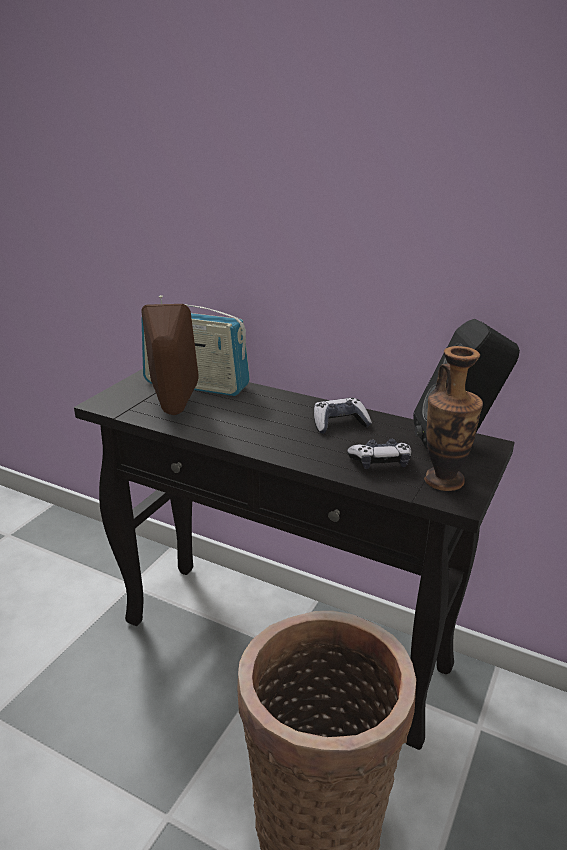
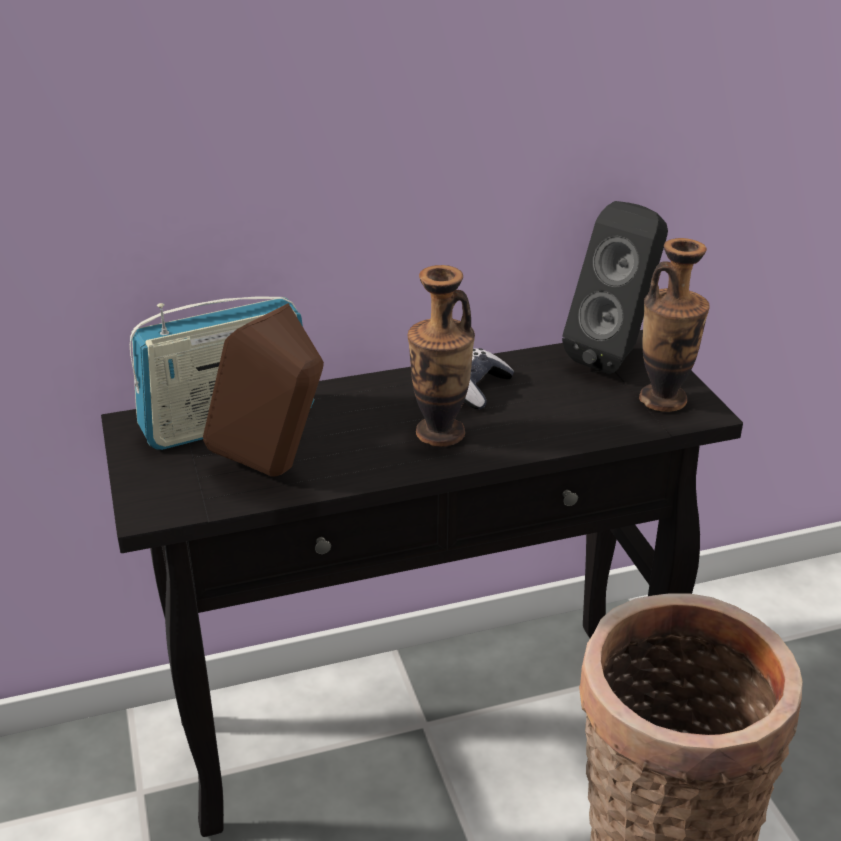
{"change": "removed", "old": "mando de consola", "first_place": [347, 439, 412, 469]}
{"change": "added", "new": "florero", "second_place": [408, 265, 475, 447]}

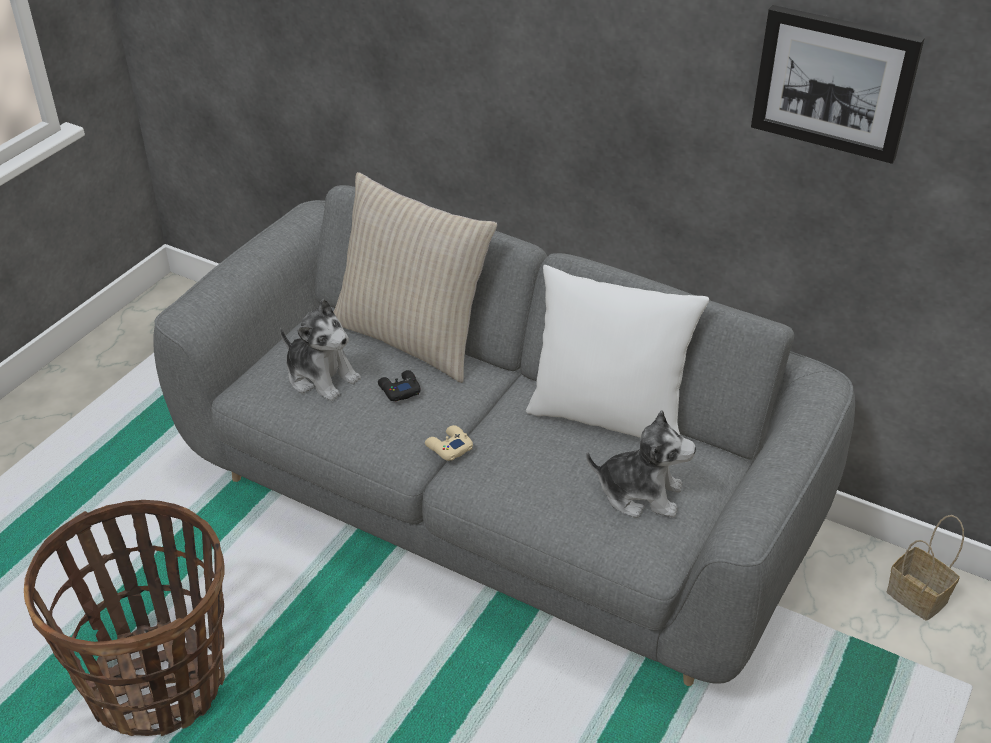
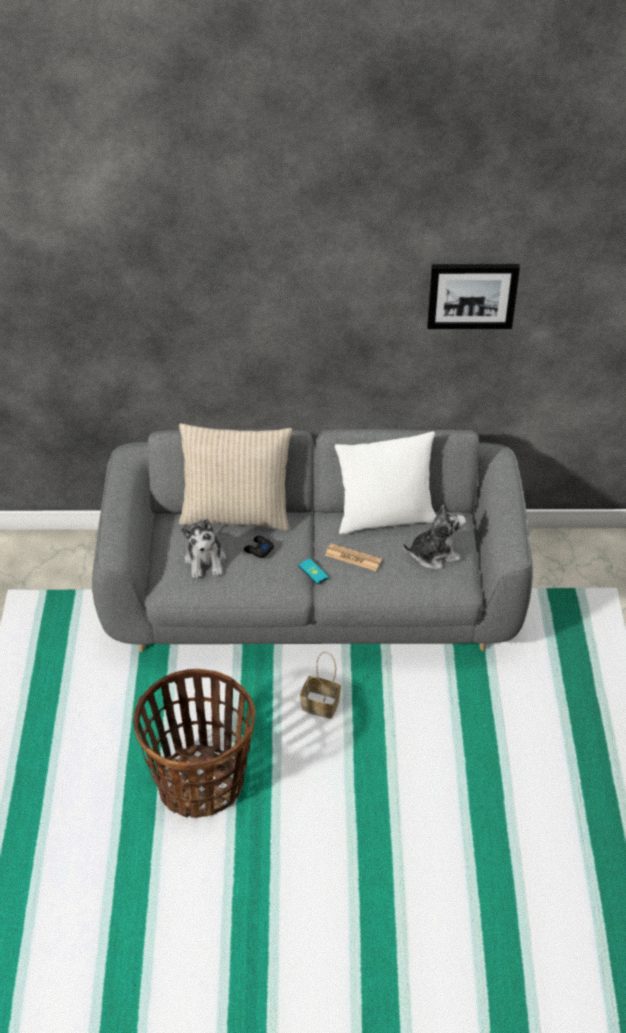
{"change": "turned", "old": "peluche", "first_place": [280, 299, 361, 401], "second_place": [181, 519, 226, 578], "degrees": 75}
{"change": "replaced", "old": "mando de consola [beis]", "new": "móvil", "first_place": [425, 425, 473, 461], "second_place": [298, 558, 329, 584]}
{"change": "moved", "old": "cesta", "first_place": [887, 515, 964, 621], "second_place": [300, 652, 341, 719]}
{"change": "added", "new": "periódico", "second_place": [325, 543, 382, 571]}

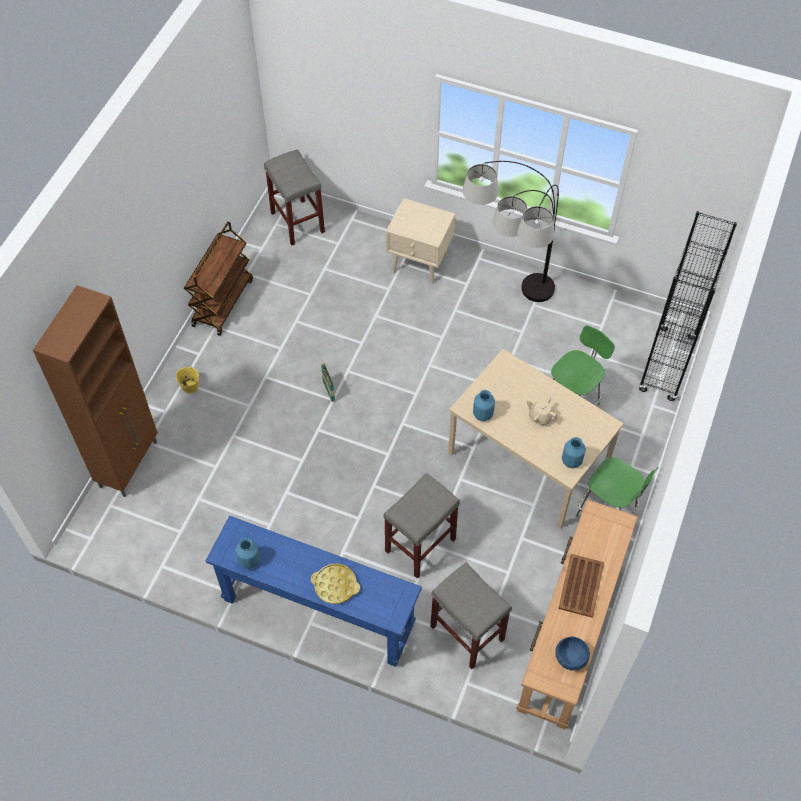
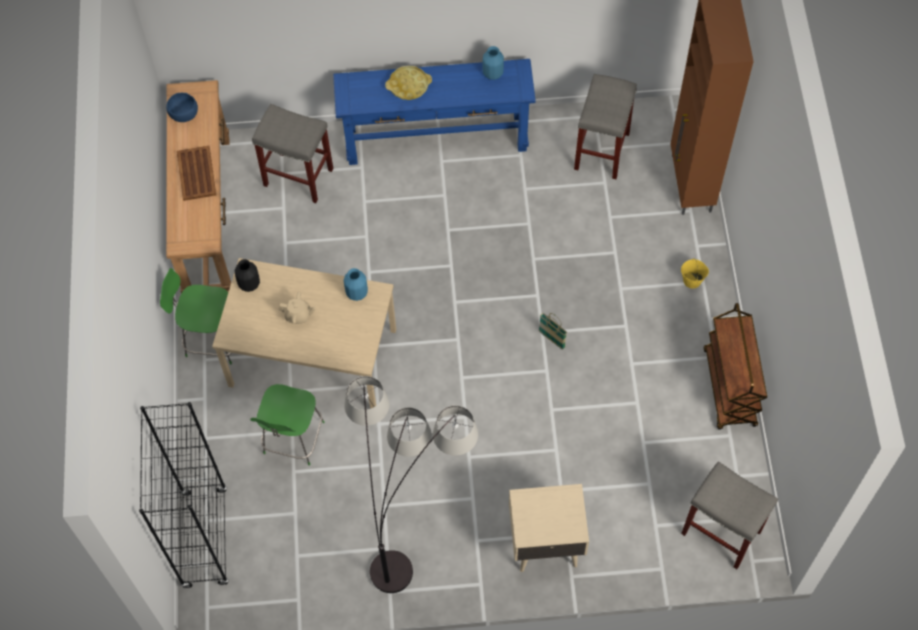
{"change": "moved", "old": "taburete [gris]", "first_place": [383, 473, 460, 578], "second_place": [574, 74, 637, 179]}
{"change": "recoloured", "old": "florero [azul]", "new": "florero [negro]", "first_place": [562, 437, 586, 468], "second_place": [235, 259, 260, 292]}

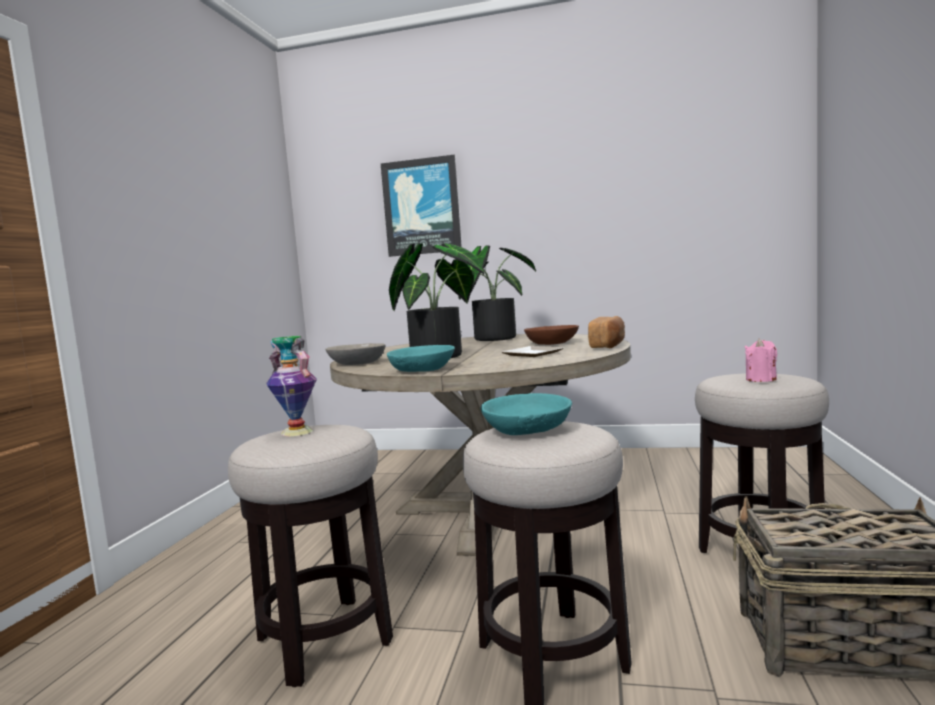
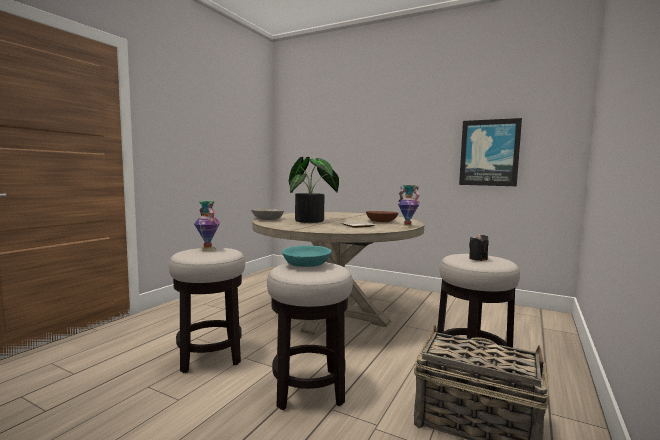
{"change": "moved", "old": "cuadro", "first_place": [381, 155, 462, 257], "second_place": [459, 118, 522, 186]}
{"change": "removed", "old": "cuenco [turquesa]", "first_place": [387, 345, 455, 372]}
{"change": "removed", "old": "planta en maceta", "first_place": [458, 245, 536, 341]}
{"change": "replaced", "old": "pan", "new": "florero", "first_place": [588, 316, 625, 348], "second_place": [398, 185, 420, 228]}
{"change": "recoloured", "old": "vela [rosa]", "new": "vela [negro]", "first_place": [745, 339, 777, 382], "second_place": [469, 234, 489, 261]}

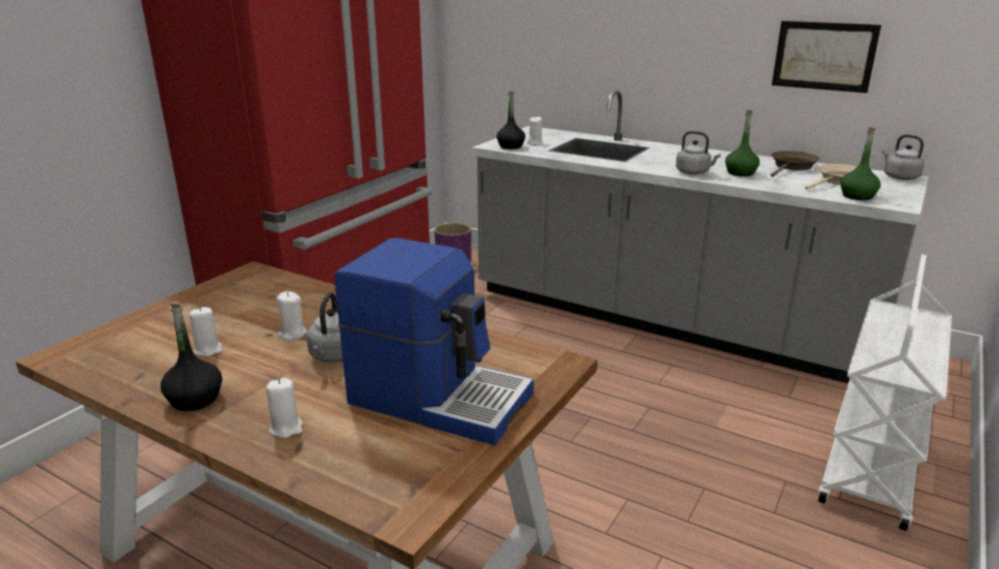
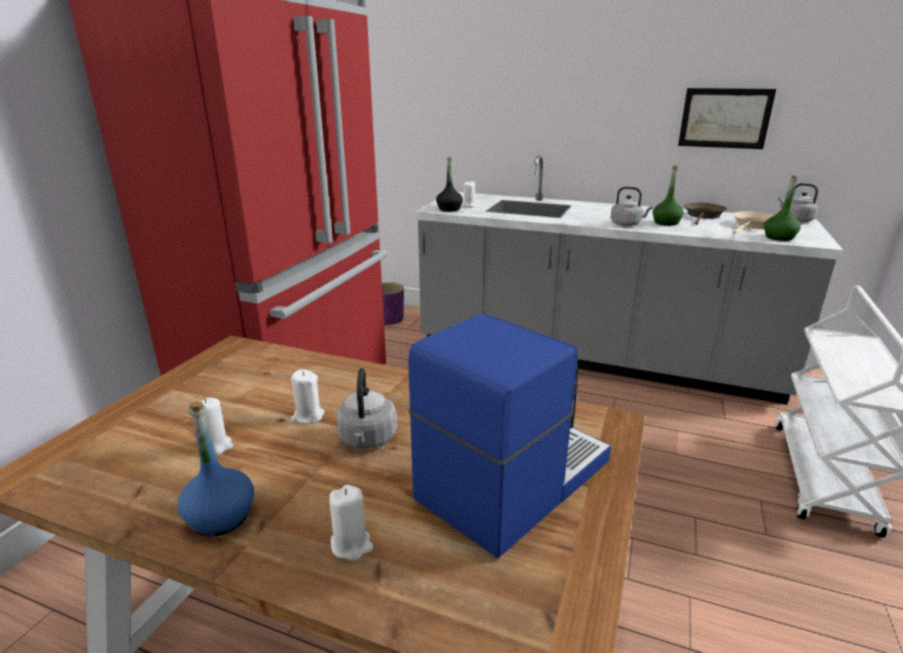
{"change": "recoloured", "old": "botella [negro]", "new": "botella [azul]", "first_place": [161, 301, 222, 411], "second_place": [178, 401, 254, 536]}
{"change": "turned", "old": "cafetera", "first_place": [335, 238, 534, 445], "second_place": [408, 314, 611, 558], "degrees": -60}

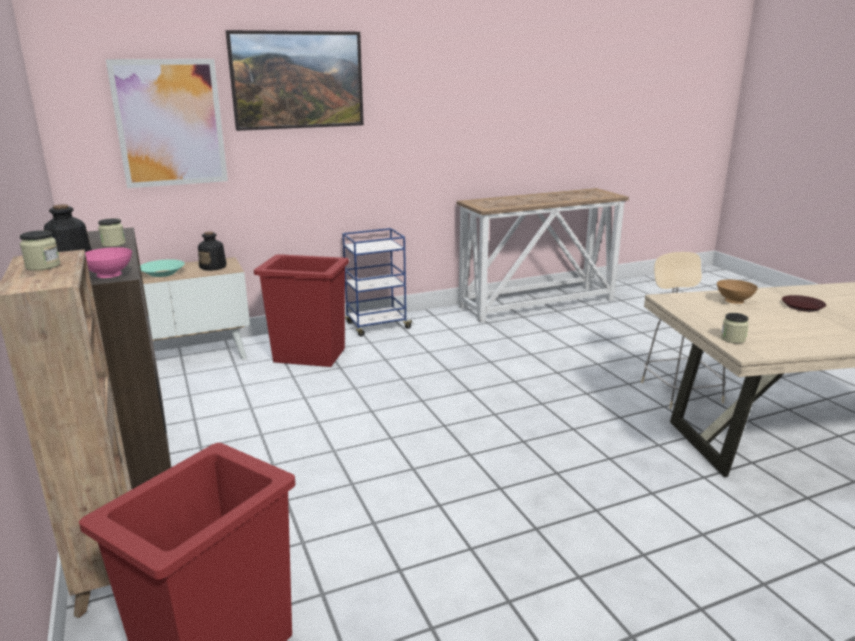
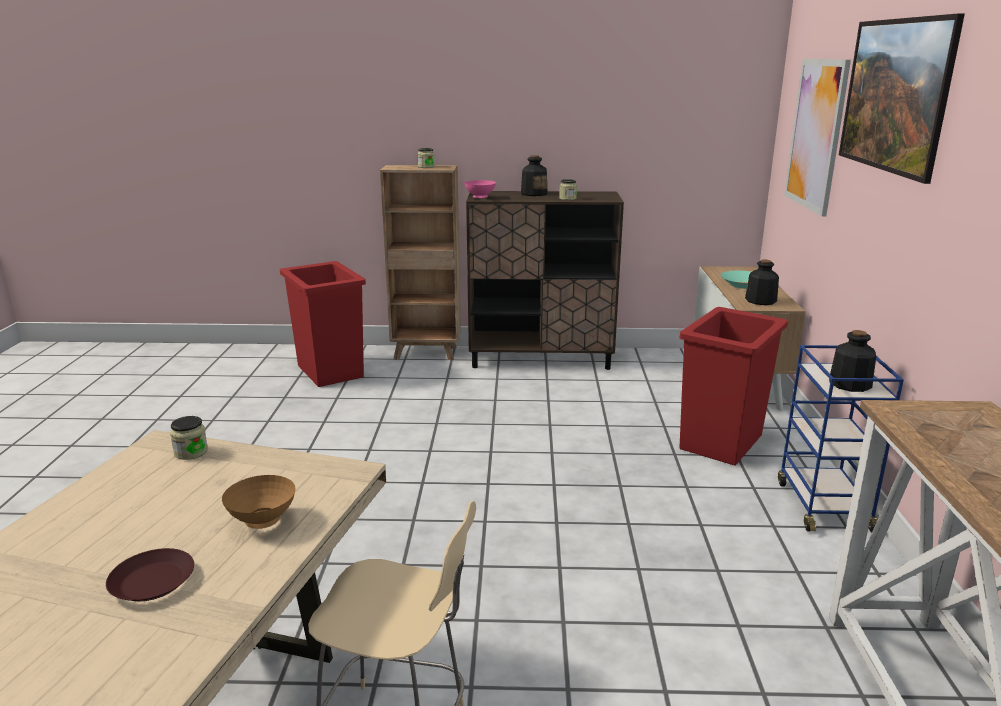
{"change": "added", "new": "botella", "second_place": [829, 330, 876, 392]}

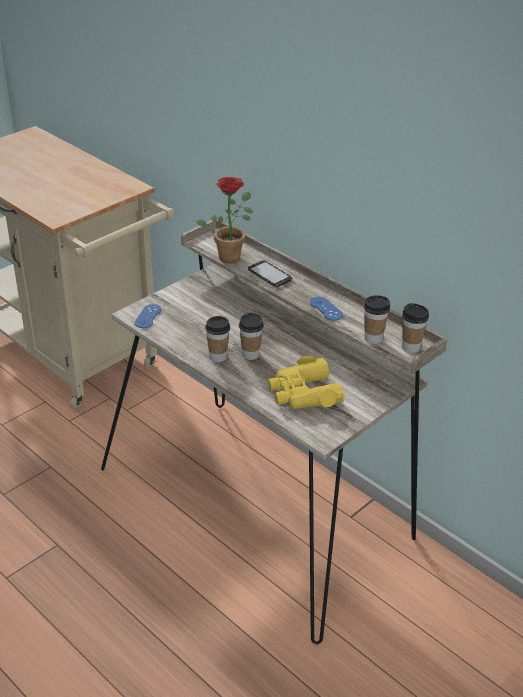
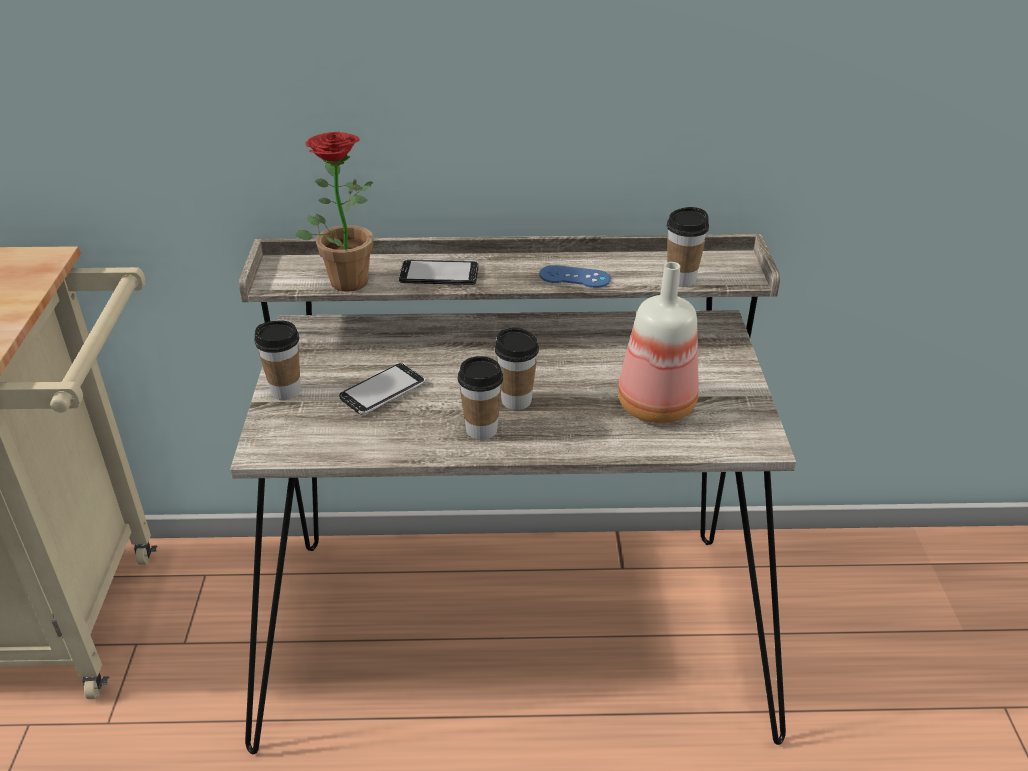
{"change": "removed", "old": "mando de consola [azul]", "first_place": [135, 304, 161, 328]}
{"change": "replaced", "old": "prismáticos [amarillo]", "new": "botella", "first_place": [267, 356, 344, 409], "second_place": [618, 262, 699, 423]}
{"change": "moved", "old": "taza", "first_place": [402, 303, 429, 353], "second_place": [254, 320, 301, 400]}
{"change": "added", "new": "móvil", "second_place": [339, 363, 426, 415]}

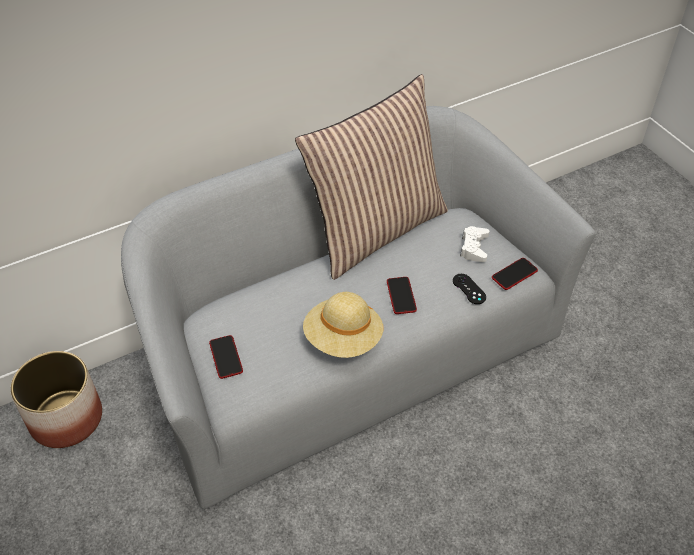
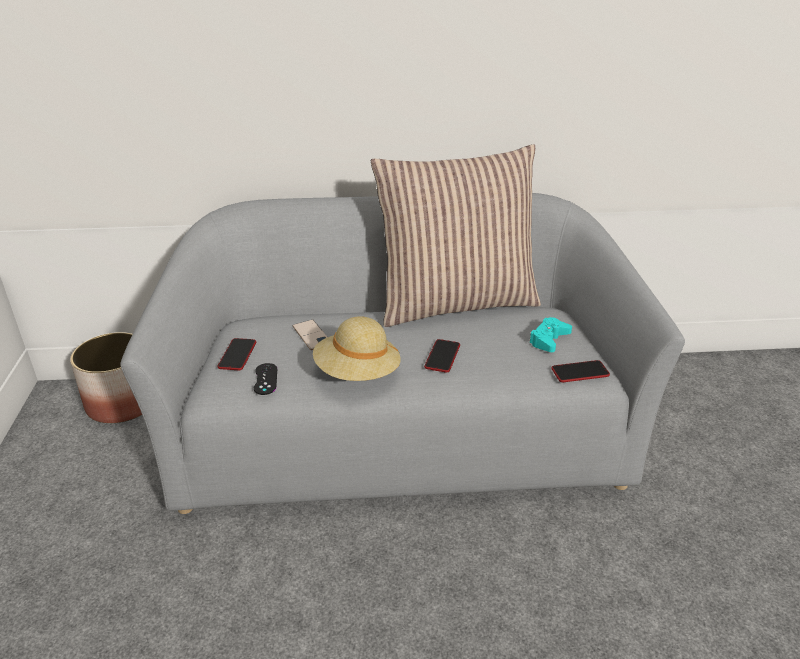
{"change": "moved", "old": "mando de consola [negro]", "first_place": [453, 274, 486, 304], "second_place": [254, 363, 277, 395]}
{"change": "recoloured", "old": "mando de consola [blanco]", "new": "mando de consola [turquesa]", "first_place": [460, 226, 489, 262], "second_place": [529, 317, 572, 352]}
{"change": "added", "new": "móvil", "second_place": [293, 319, 327, 350]}

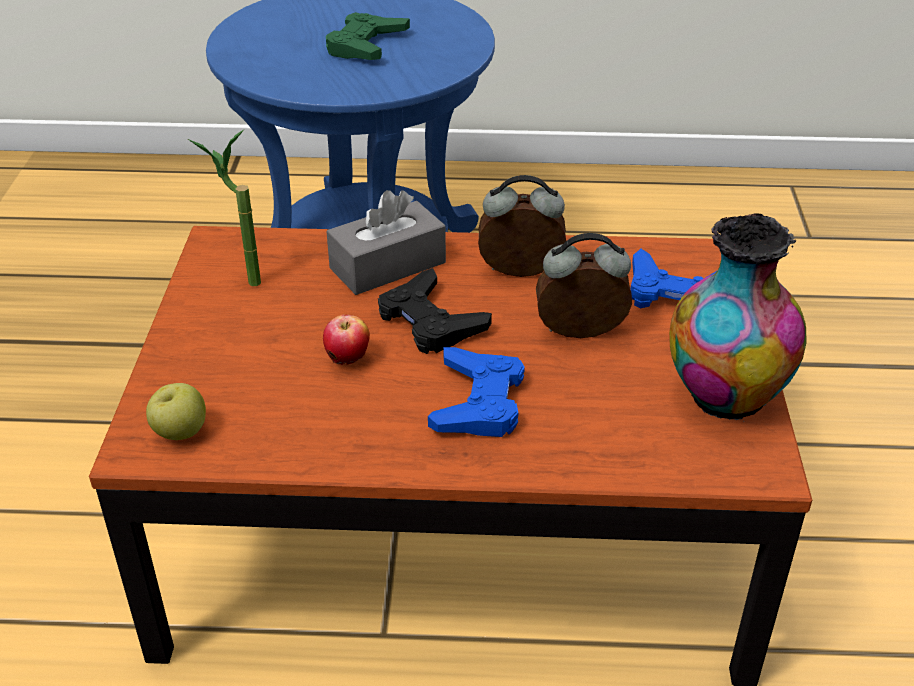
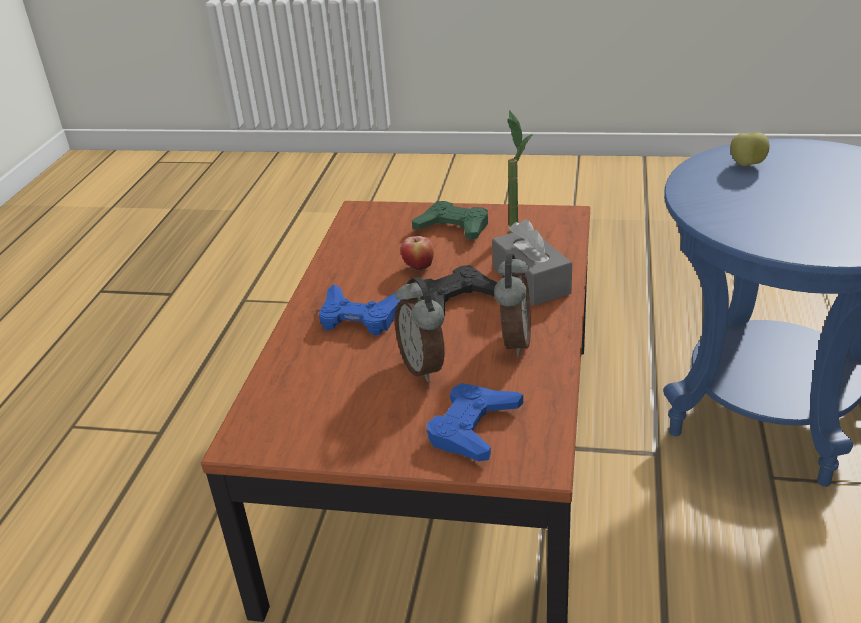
{"change": "moved", "old": "manzana", "first_place": [146, 383, 206, 440], "second_place": [730, 132, 770, 166]}
{"change": "moved", "old": "mando de consola [verde]", "first_place": [326, 12, 410, 60], "second_place": [412, 201, 488, 240]}
{"change": "turned", "old": "despertador", "first_place": [536, 233, 632, 338], "second_place": [395, 277, 445, 382], "degrees": 150}
{"change": "removed", "old": "florero", "first_place": [669, 214, 806, 422]}

